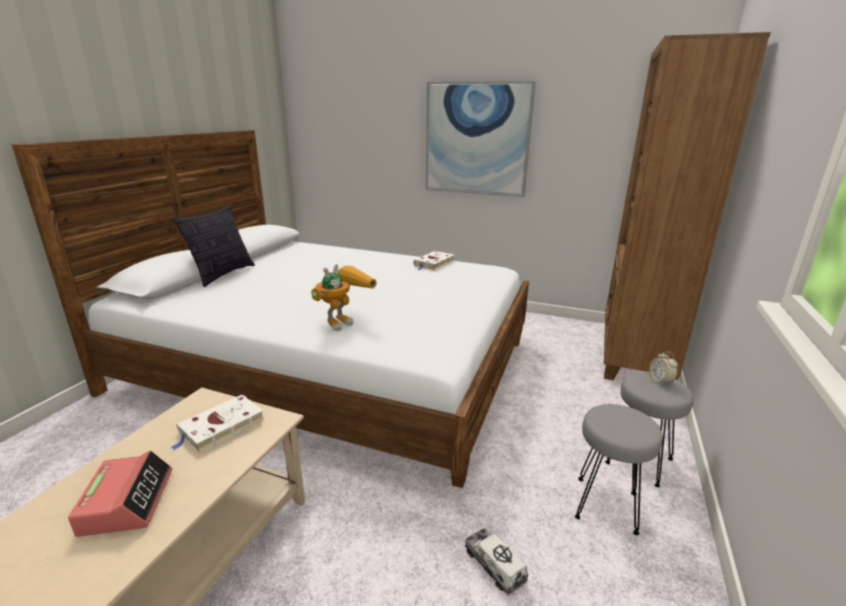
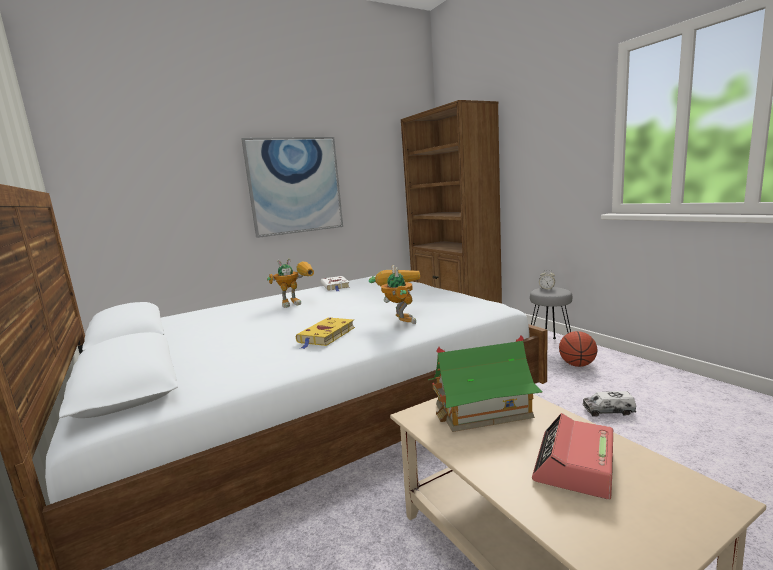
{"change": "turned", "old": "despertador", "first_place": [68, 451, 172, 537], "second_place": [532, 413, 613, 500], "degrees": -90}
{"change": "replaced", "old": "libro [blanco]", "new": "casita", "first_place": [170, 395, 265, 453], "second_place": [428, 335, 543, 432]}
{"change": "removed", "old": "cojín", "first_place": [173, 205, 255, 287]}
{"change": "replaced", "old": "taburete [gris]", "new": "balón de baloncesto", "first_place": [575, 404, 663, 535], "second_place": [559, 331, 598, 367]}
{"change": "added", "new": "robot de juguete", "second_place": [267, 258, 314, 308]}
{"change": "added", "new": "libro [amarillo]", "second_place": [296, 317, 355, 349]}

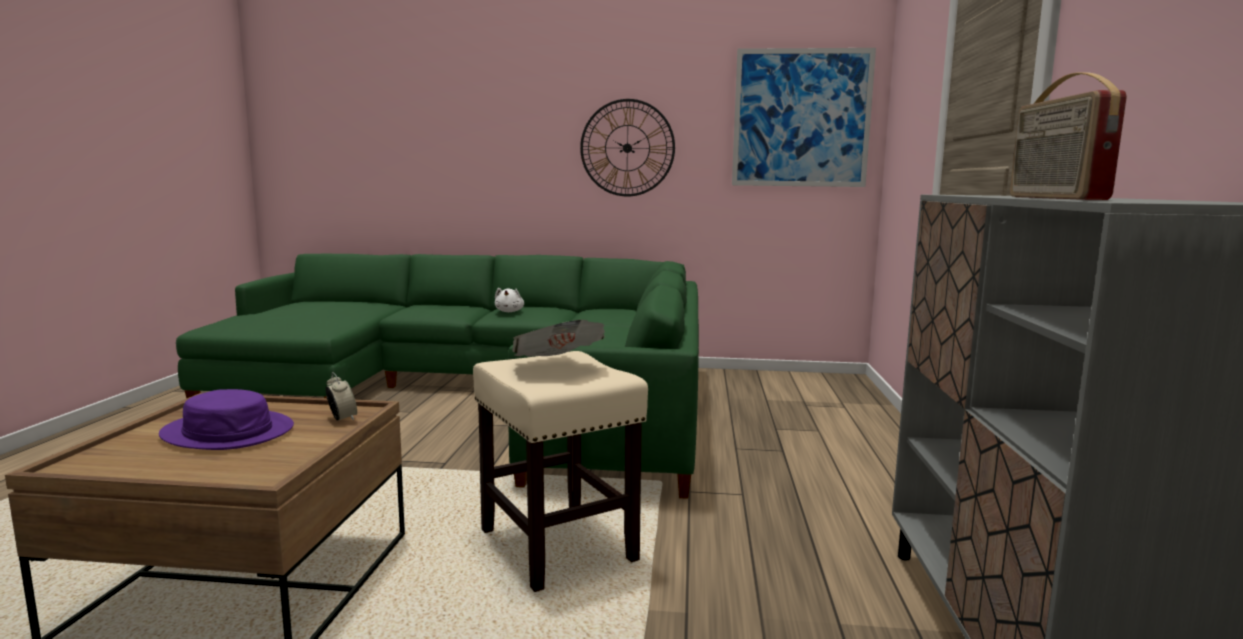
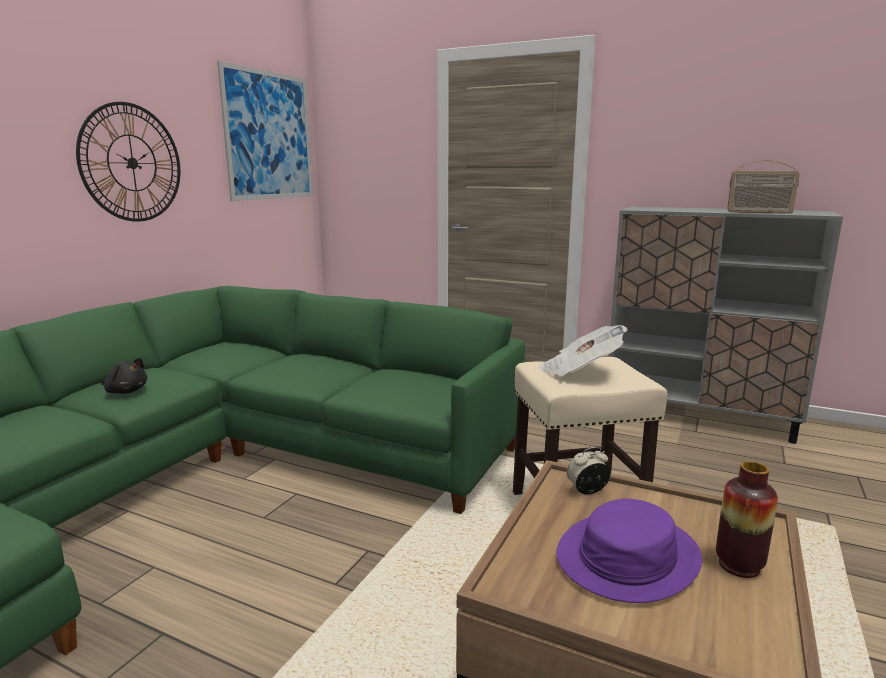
{"change": "recoloured", "old": "peluche [blanco]", "new": "peluche [negro]", "first_place": [495, 288, 524, 312], "second_place": [102, 358, 147, 394]}
{"change": "added", "new": "florero", "second_place": [716, 461, 778, 578]}

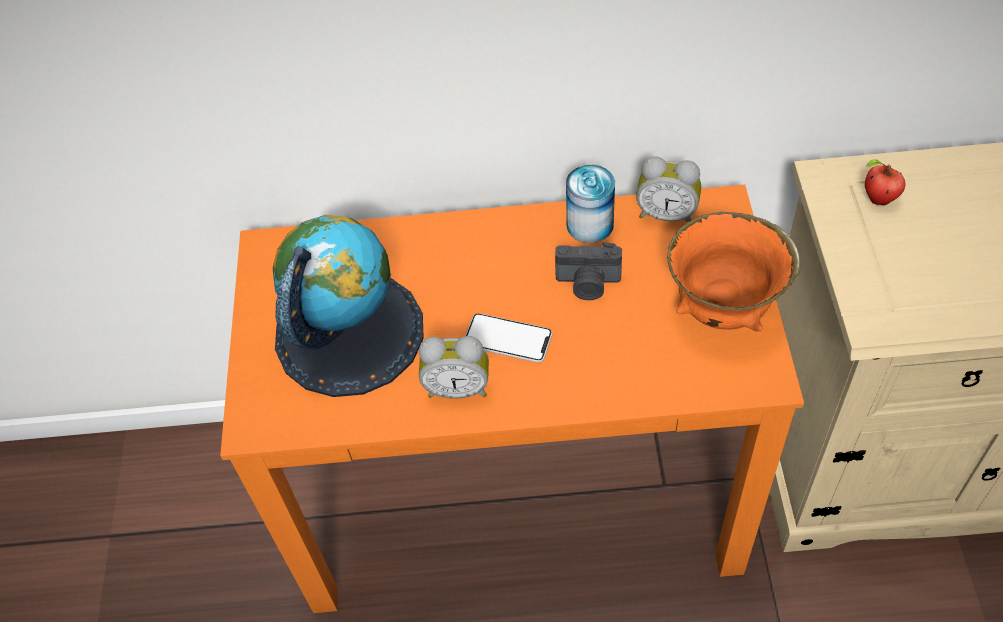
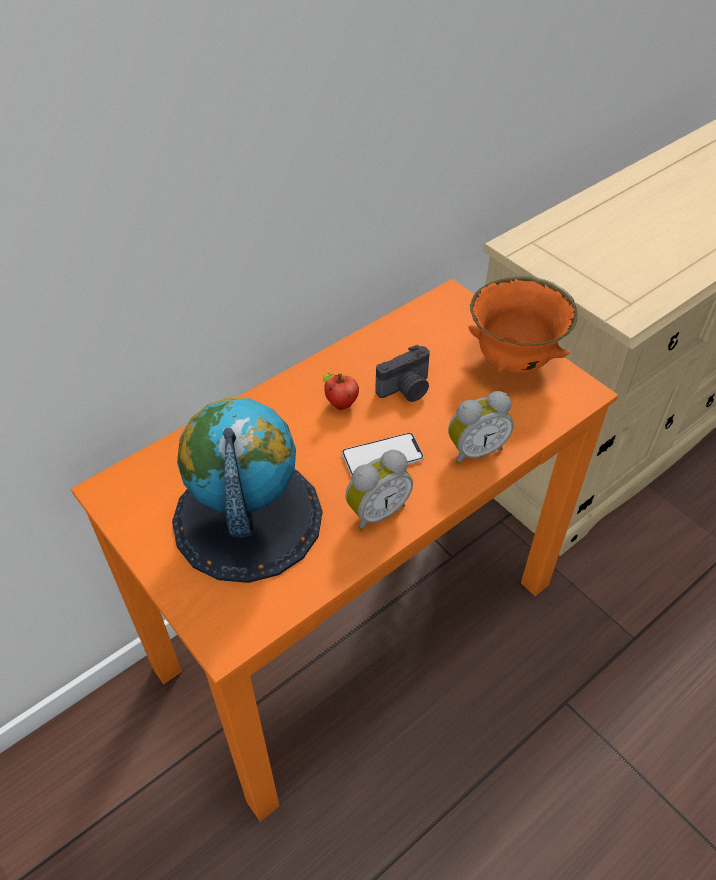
{"change": "removed", "old": "lata", "first_place": [566, 165, 615, 243]}
{"change": "moved", "old": "despertador", "first_place": [636, 156, 701, 223], "second_place": [448, 391, 514, 464]}
{"change": "moved", "old": "manzana", "first_place": [865, 160, 905, 205], "second_place": [323, 373, 359, 410]}

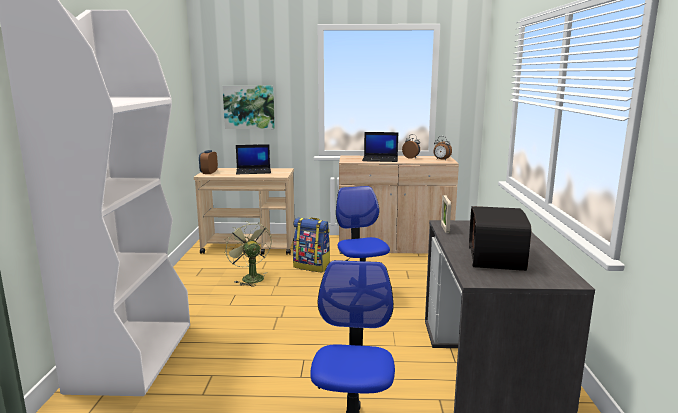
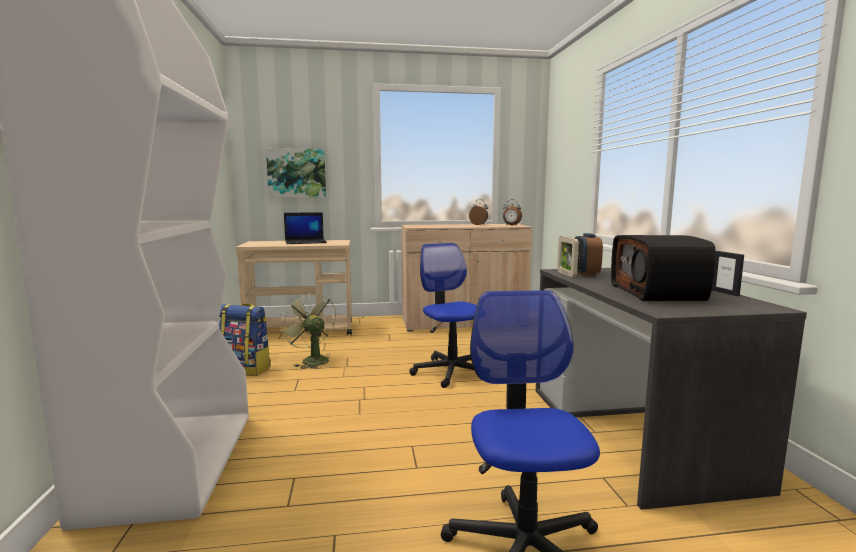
{"change": "moved", "old": "despertador", "first_place": [199, 150, 218, 174], "second_place": [575, 233, 603, 275]}
{"change": "moved", "old": "mochila", "first_place": [293, 218, 330, 272], "second_place": [219, 303, 271, 376]}
{"change": "removed", "old": "portátil", "first_place": [362, 132, 398, 162]}
{"change": "added", "new": "portarretratos", "second_place": [712, 251, 744, 296]}

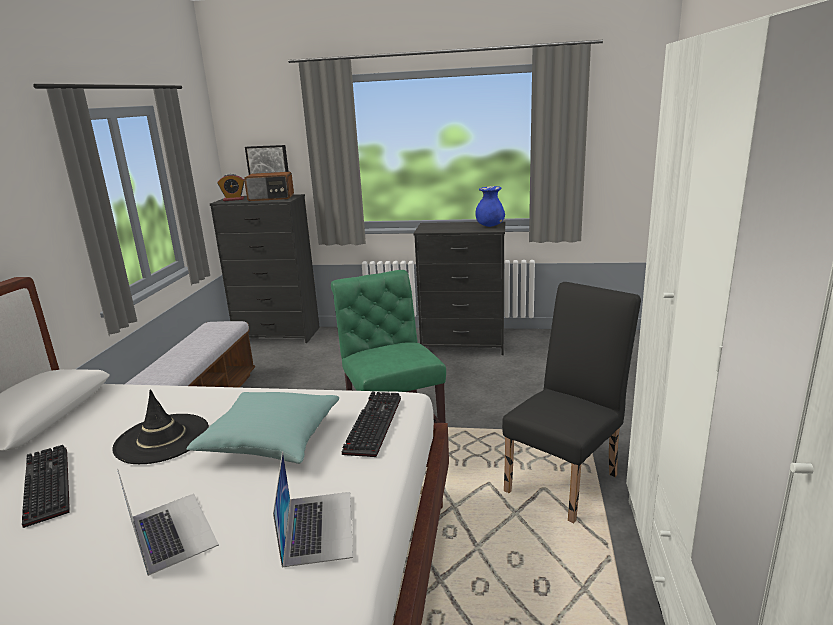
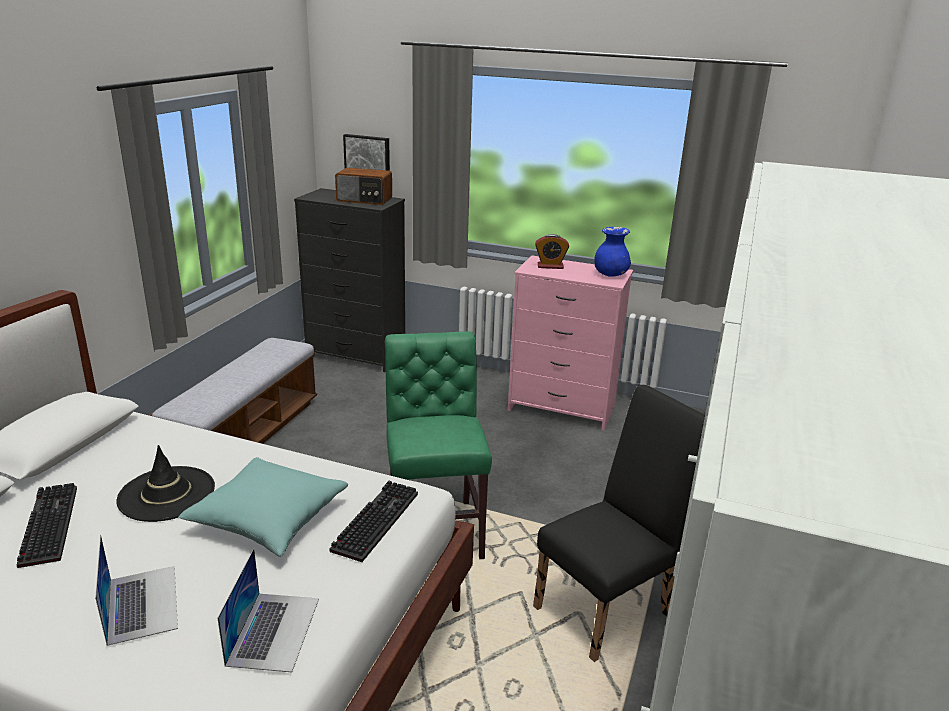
{"change": "moved", "old": "despertador", "first_place": [217, 174, 245, 201], "second_place": [535, 234, 569, 269]}
{"change": "recoloured", "old": "cómoda [negro]", "new": "cómoda [rosa]", "first_place": [413, 221, 505, 355], "second_place": [508, 255, 633, 431]}

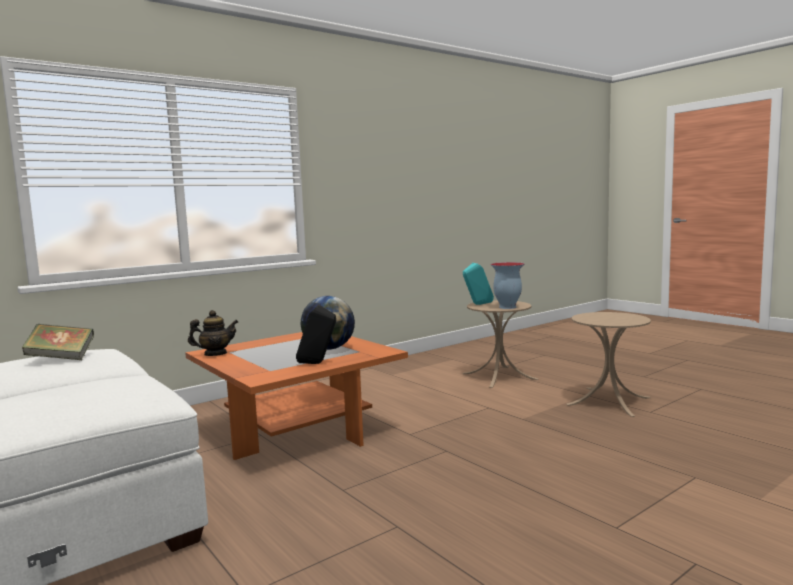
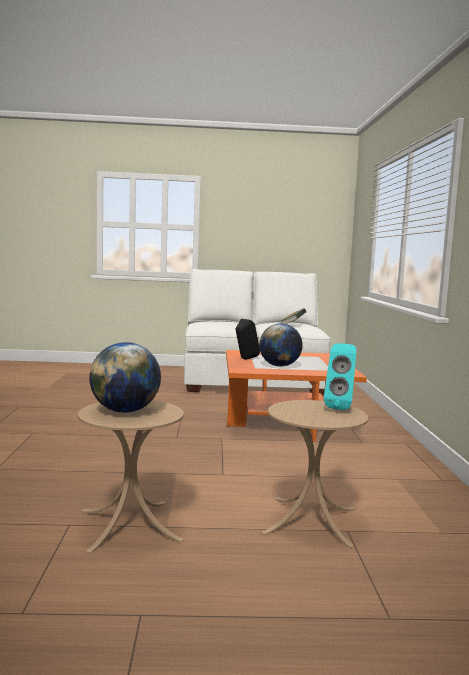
{"change": "removed", "old": "tetera", "first_place": [188, 310, 238, 356]}
{"change": "removed", "old": "florero", "first_place": [490, 262, 524, 309]}
{"change": "added", "new": "globo terráqueo", "second_place": [89, 342, 161, 413]}

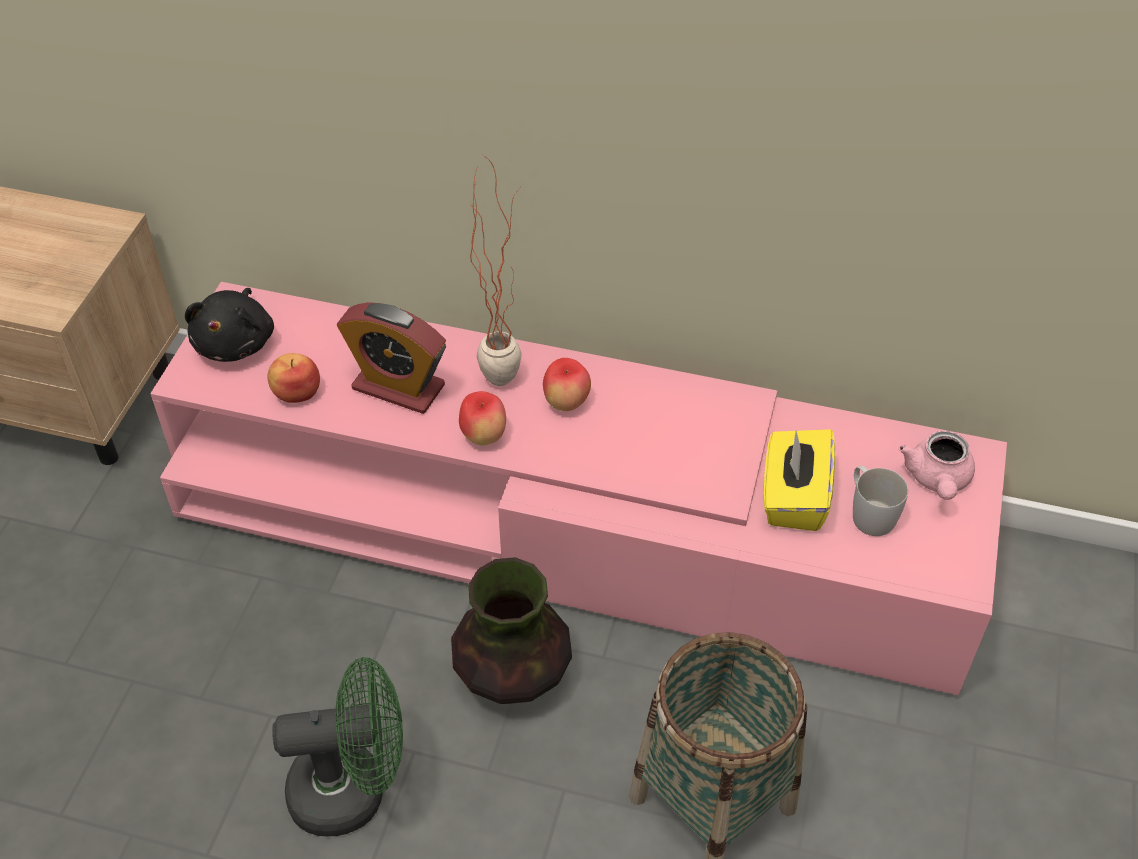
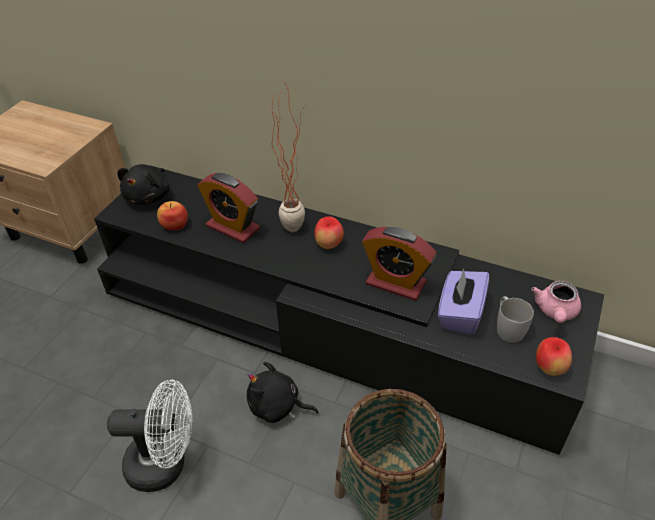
{"change": "recoloured", "old": "mueble de televisión [rosa]", "new": "mueble de televisión [negro]", "first_place": [150, 282, 1007, 695], "second_place": [94, 166, 604, 455]}
{"change": "recoloured", "old": "ventilador [verde]", "new": "ventilador [blanco]", "first_place": [272, 657, 403, 836], "second_place": [107, 379, 192, 492]}
{"change": "replaced", "old": "florero", "new": "peluche [negro]", "first_place": [451, 557, 572, 704], "second_place": [247, 362, 319, 423]}
{"change": "moved", "old": "manzana", "first_place": [459, 391, 506, 445], "second_place": [536, 337, 572, 376]}
{"change": "recoloured", "old": "caja de pañuelos [amarillo]", "new": "caja de pañuelos [morado]", "first_place": [763, 429, 835, 531], "second_place": [438, 268, 489, 335]}
{"change": "added", "new": "despertador", "second_place": [362, 227, 436, 301]}

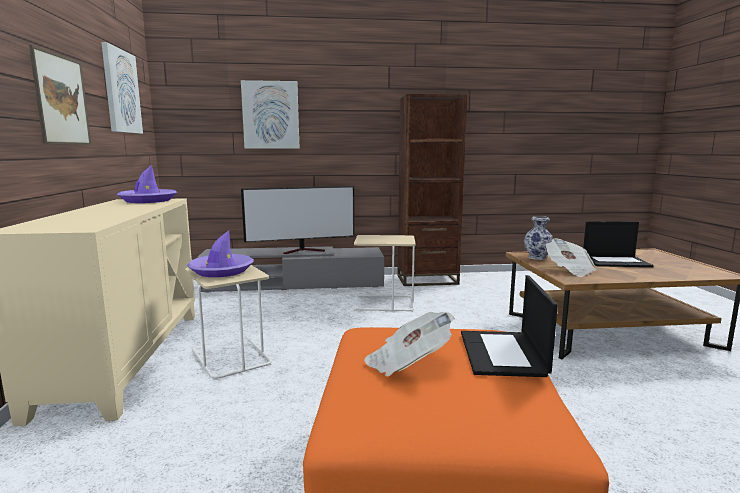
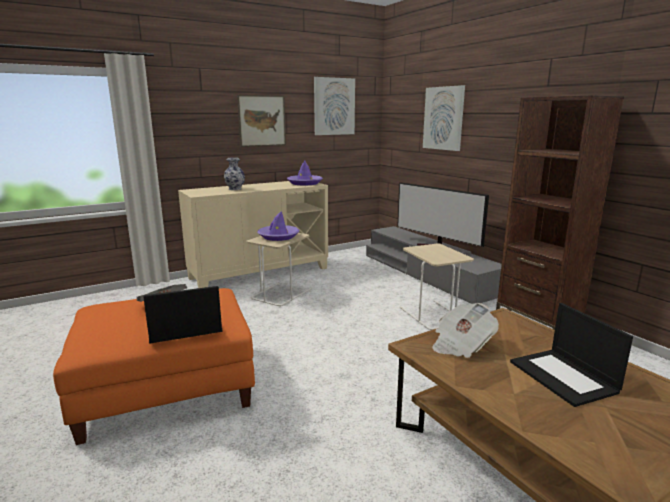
{"change": "moved", "old": "florero", "first_place": [524, 216, 553, 260], "second_place": [224, 157, 245, 190]}

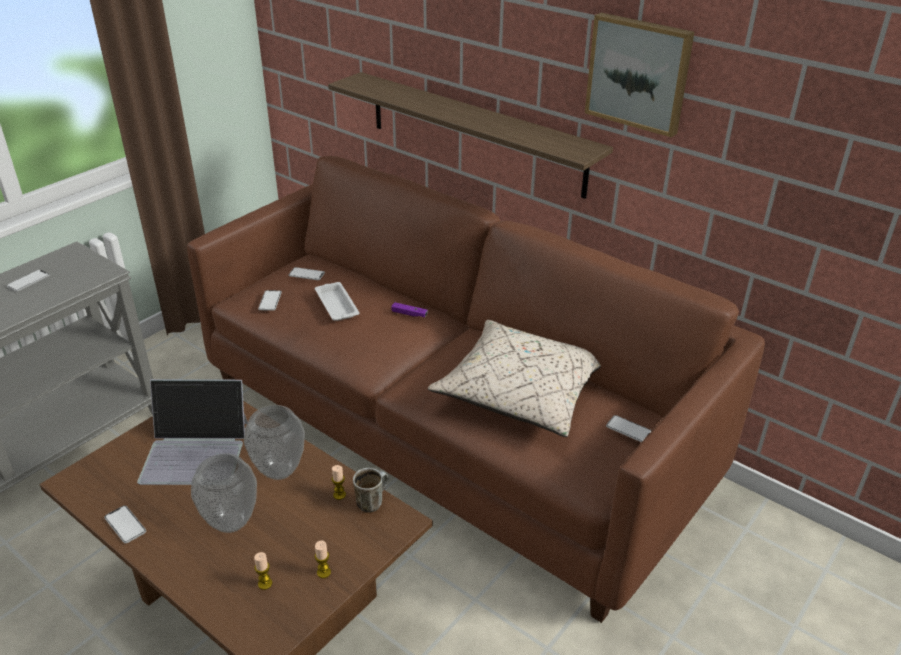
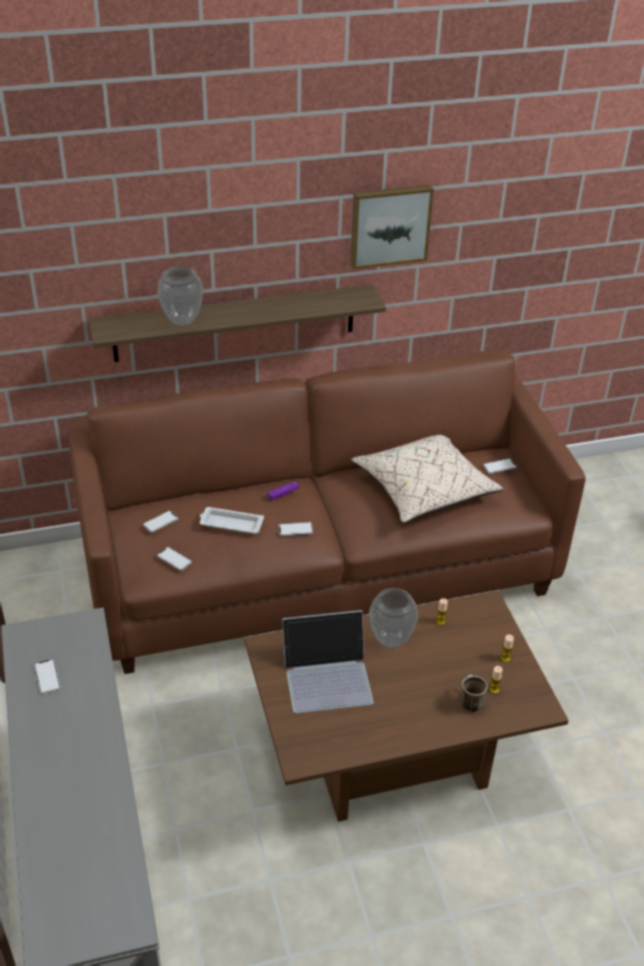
{"change": "moved", "old": "móvil", "first_place": [104, 505, 146, 543], "second_place": [278, 522, 313, 536]}
{"change": "turned", "old": "portátil", "first_place": [137, 379, 248, 485], "second_place": [282, 610, 374, 713], "degrees": 45}
{"change": "moved", "old": "florero", "first_place": [191, 453, 257, 533], "second_place": [157, 266, 203, 326]}
{"change": "moved", "old": "taza grande", "first_place": [353, 468, 389, 512], "second_place": [461, 675, 487, 712]}

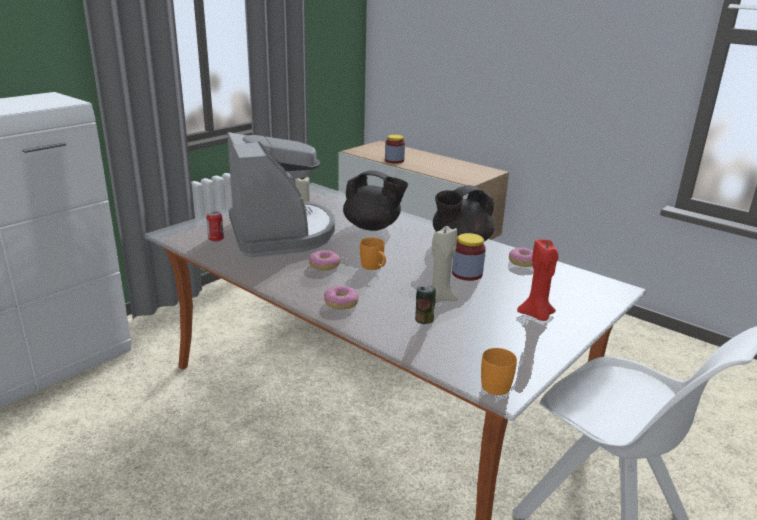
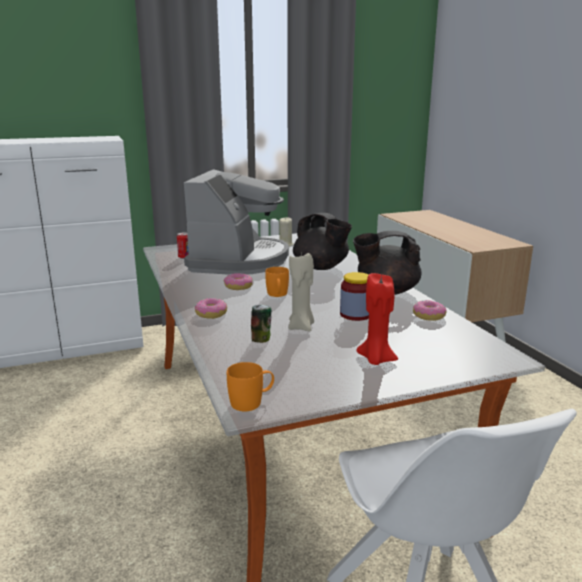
{"change": "removed", "old": "tarro", "first_place": [385, 135, 405, 164]}

